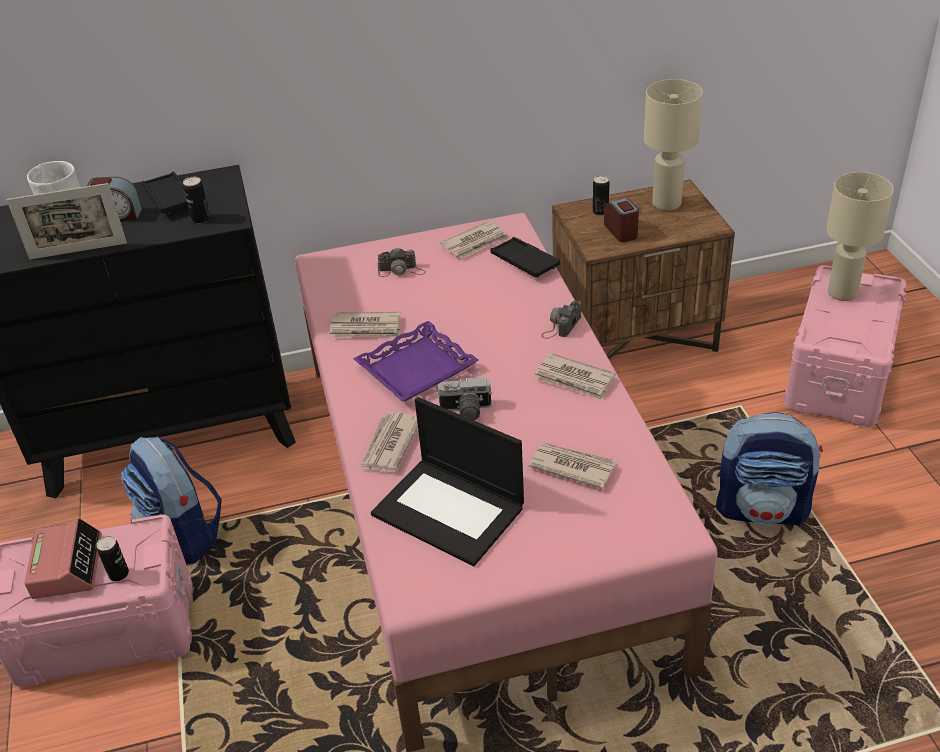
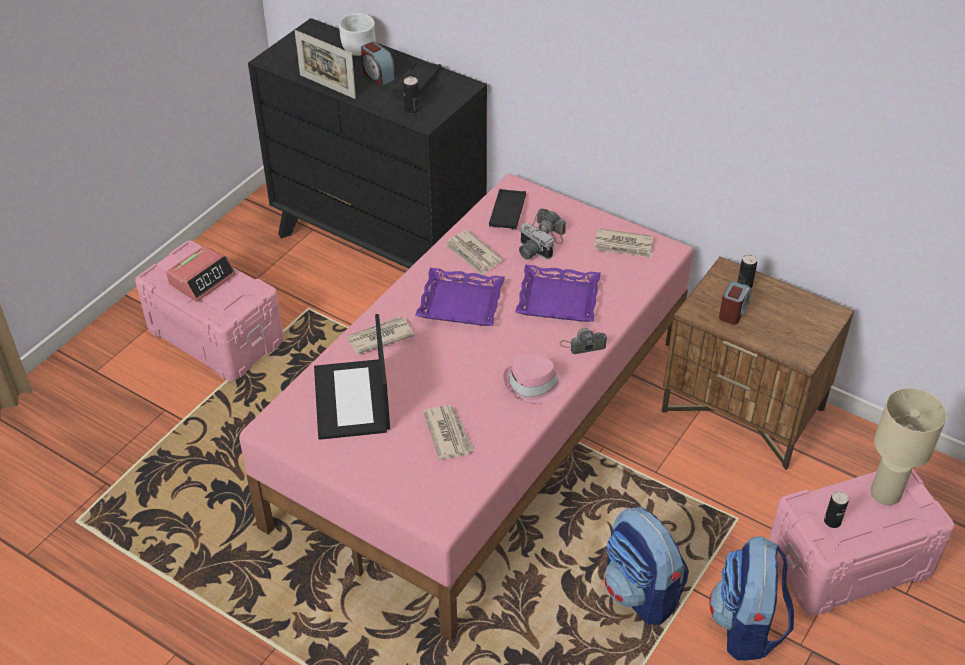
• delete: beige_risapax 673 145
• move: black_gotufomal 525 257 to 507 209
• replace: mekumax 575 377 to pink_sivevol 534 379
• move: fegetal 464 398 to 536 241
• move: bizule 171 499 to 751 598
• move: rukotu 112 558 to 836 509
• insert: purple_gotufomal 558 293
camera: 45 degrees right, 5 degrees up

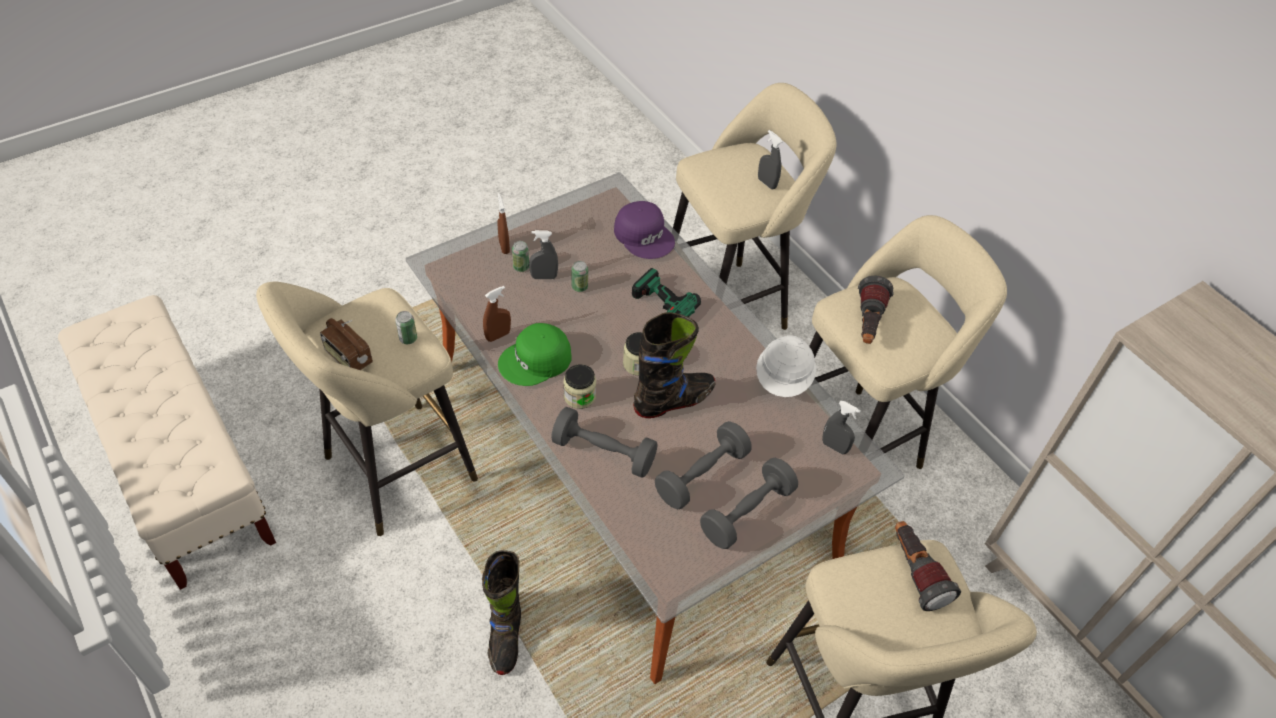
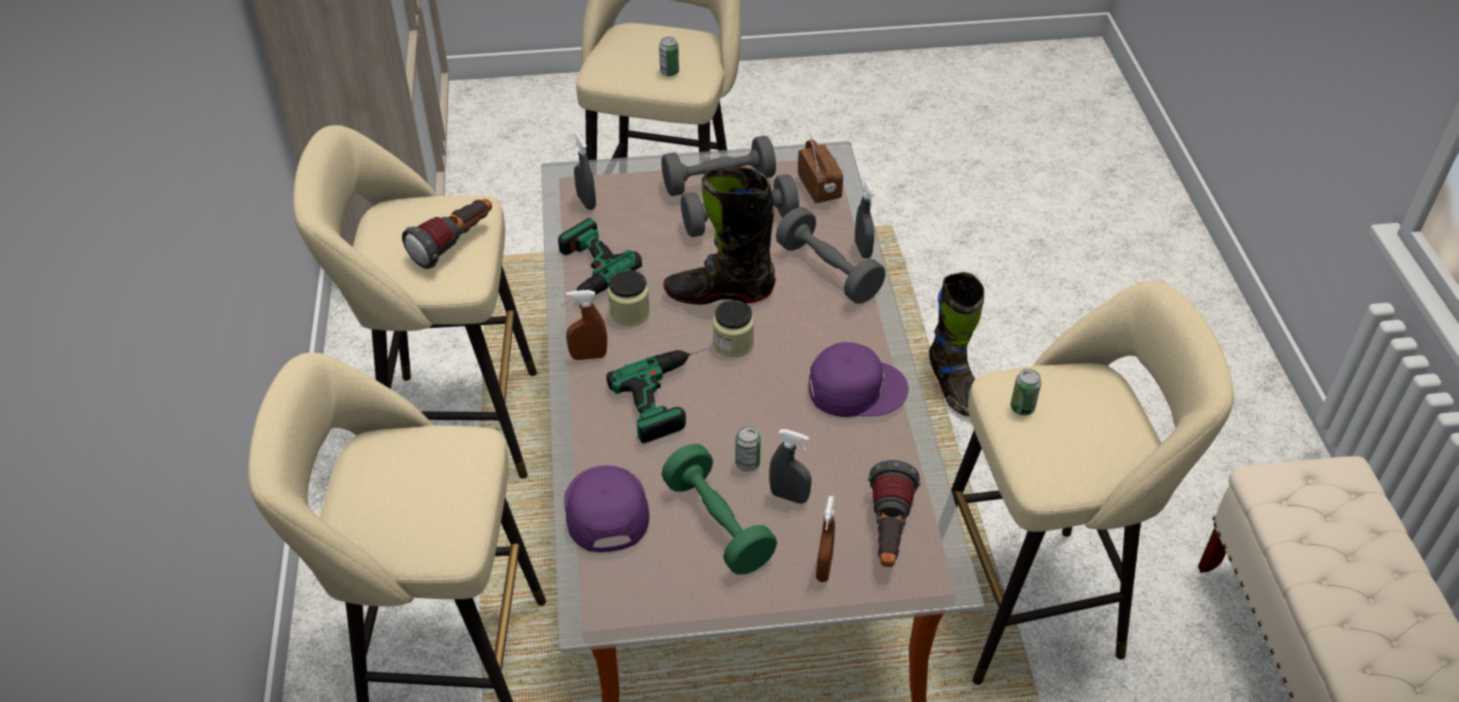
• move: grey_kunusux 770 159 to 865 220
• move: rukotu 520 256 to 669 56
• move: brown_kunusux 497 314 to 586 325
• move: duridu 346 344 to 820 167
• recolor: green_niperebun 535 354 to purple_niperebun 858 379
• replace: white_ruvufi 786 366 to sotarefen 600 262
• move: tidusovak 580 386 to 629 298
• move: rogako 928 566 to 894 513
• rotate: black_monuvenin 501 612 = 956 344 135 degrees clockwise
• insert: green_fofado 719 509
camera: 150 degrees left, 5 degrees down

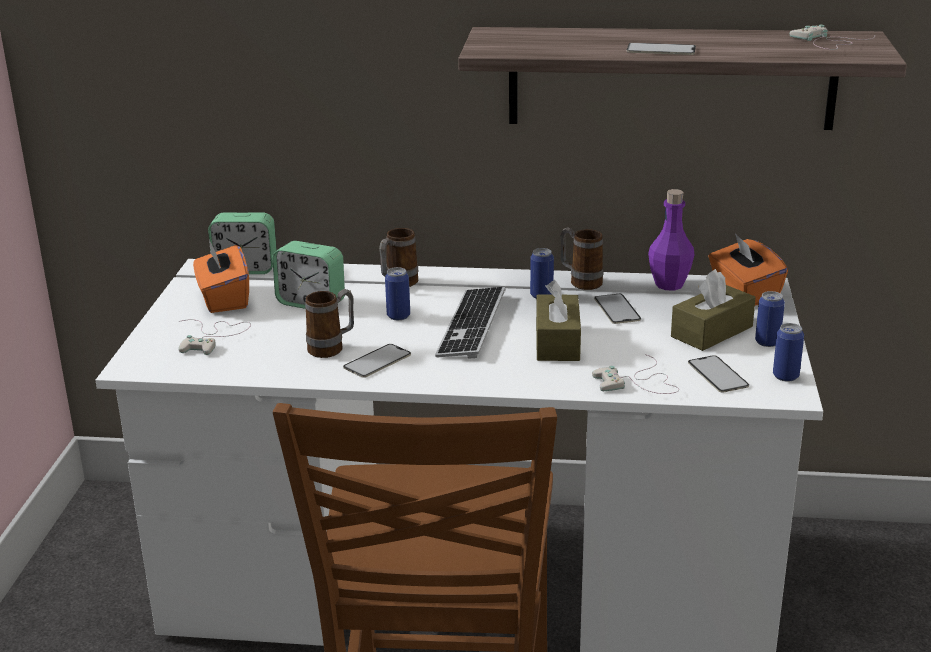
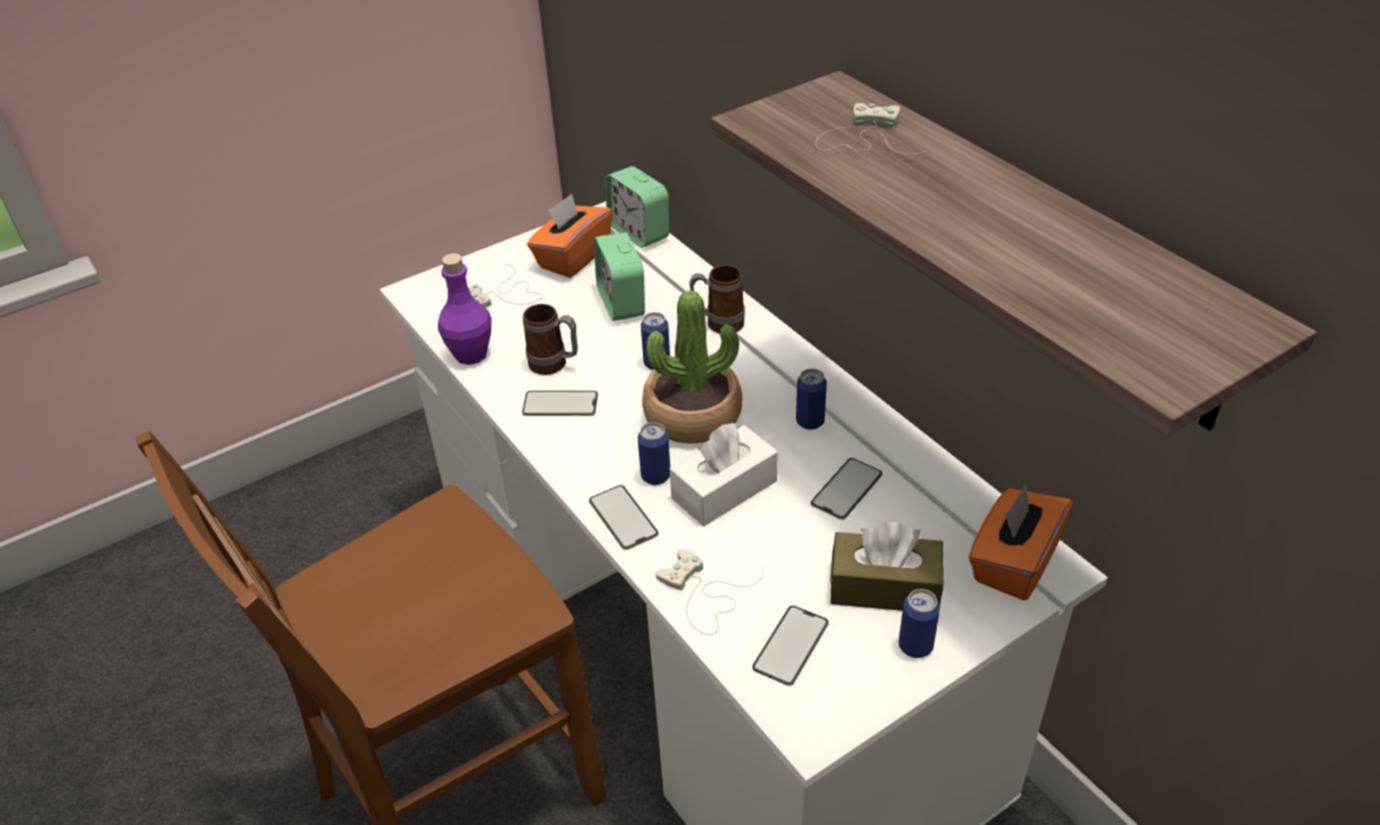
• move: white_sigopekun 832 37 to 871 129
• move: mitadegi 661 49 to 624 517
• move: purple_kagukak 671 239 to 465 309
• delete: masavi 582 259
• recolor: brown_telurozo 558 320 to white_telurozo 724 474
• replace: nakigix 470 323 to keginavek 692 367
• move: rukotu 788 352 to 654 453
camera: 50 degrees right, 15 degrees up

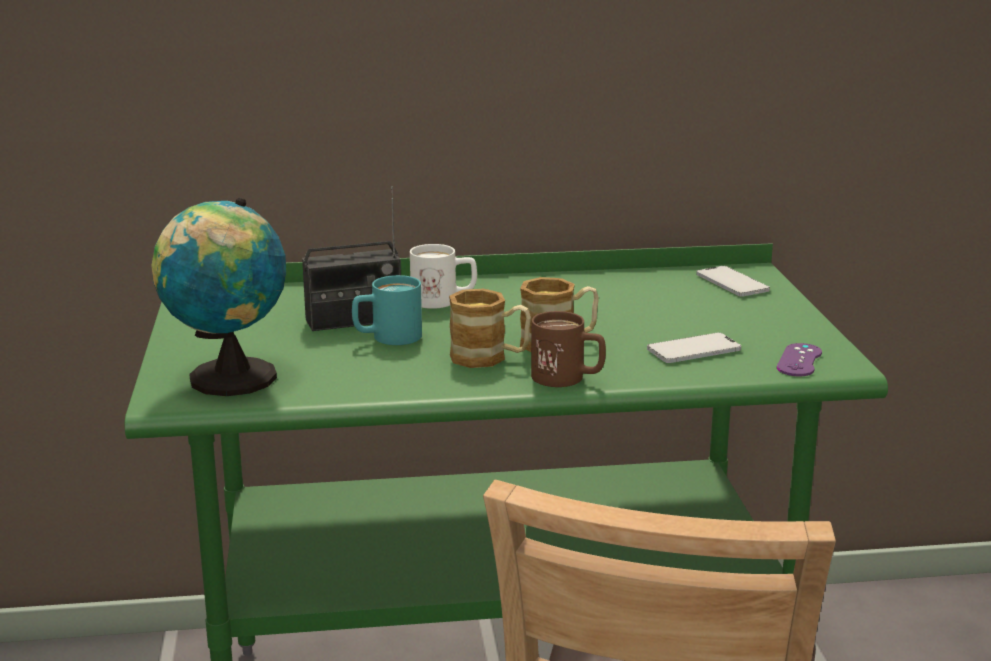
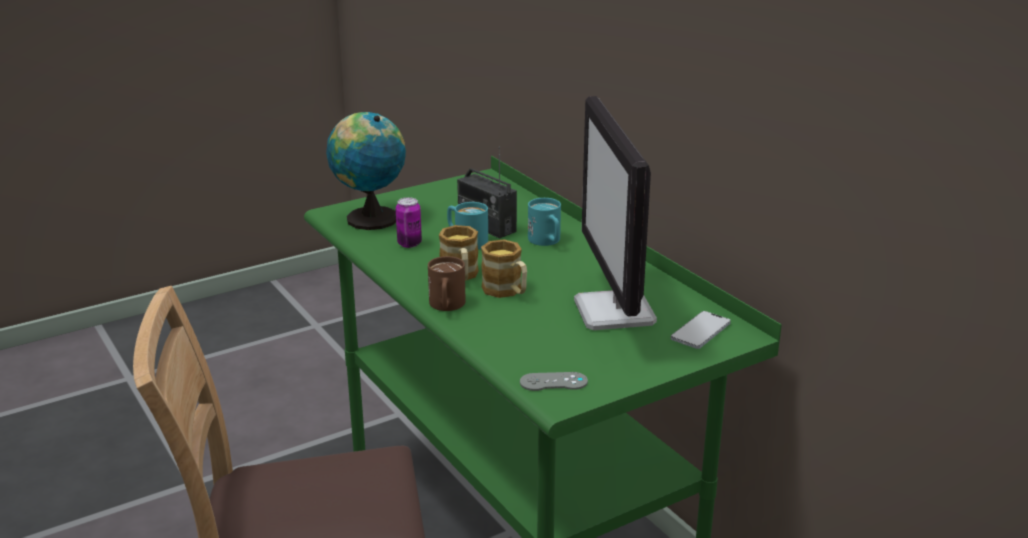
• recolor: white_masavi 443 276 to turquoise_masavi 544 222
• delete: mitadegi 694 348
• recolor: purple_sigopekun 799 359 to grey_sigopekun 554 381
• insert: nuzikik 615 213
• insert: rukotu 409 222
camera: 65 degrees right, 5 degrees up

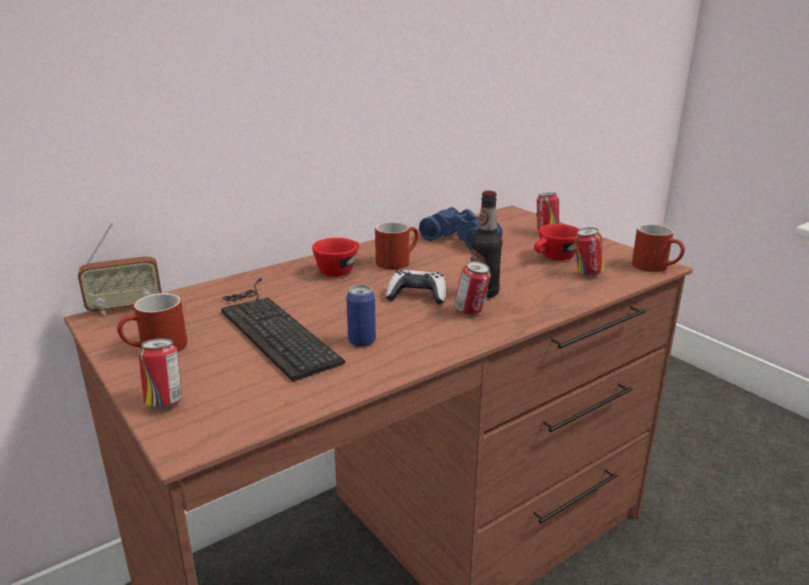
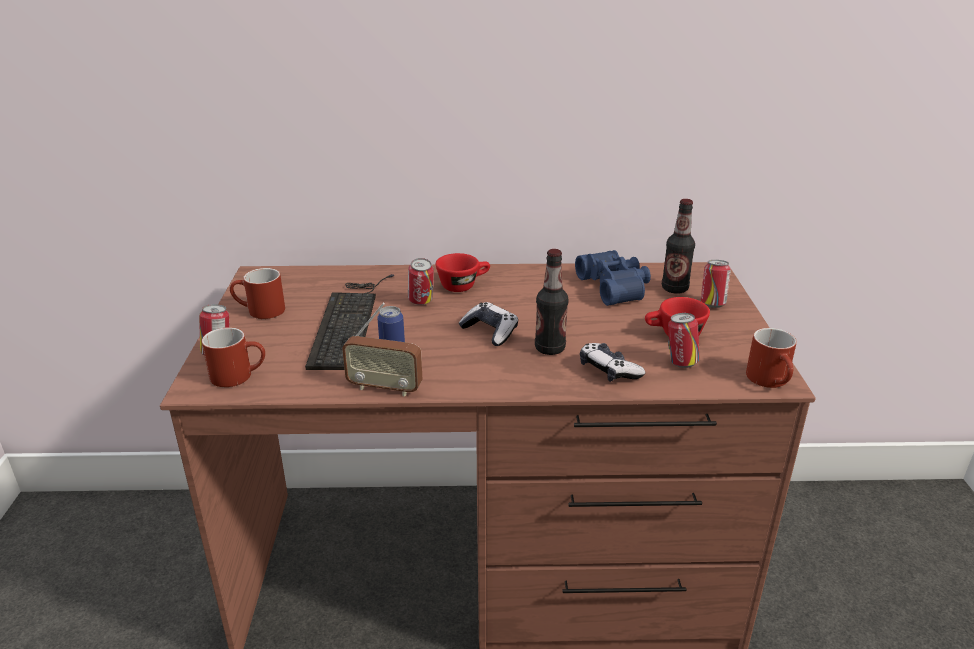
• move: red_masavi 397 245 to 233 357
• move: duridu 120 269 to 382 349
• move: rukotu 472 288 to 421 281
• insert: kagukak 678 246
• insert: sigopekun 612 362
camera: 35 degrees right, 5 degrees up

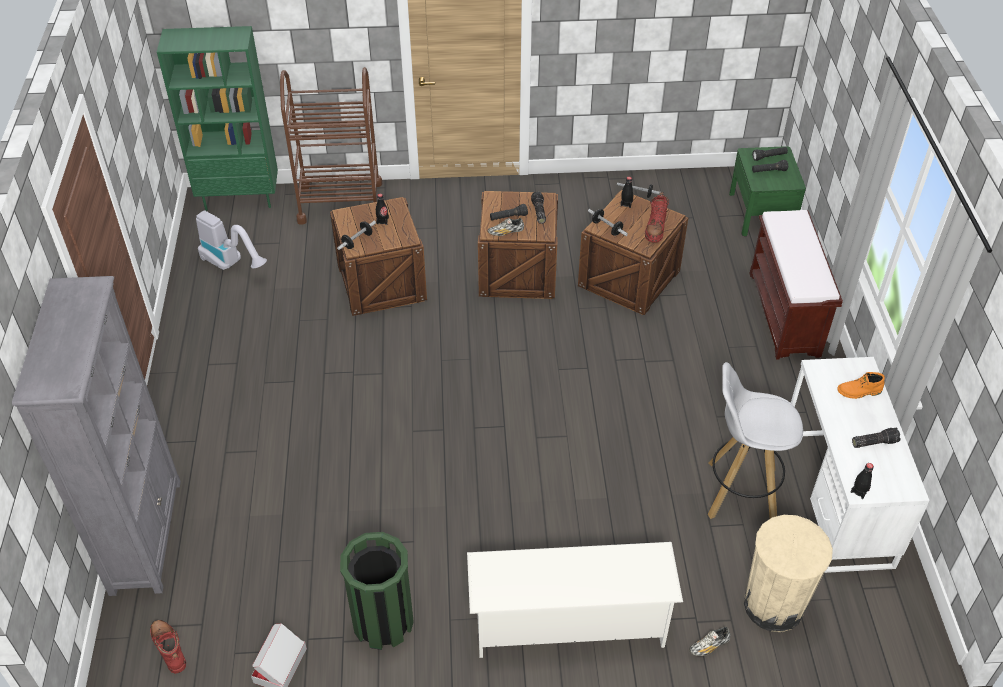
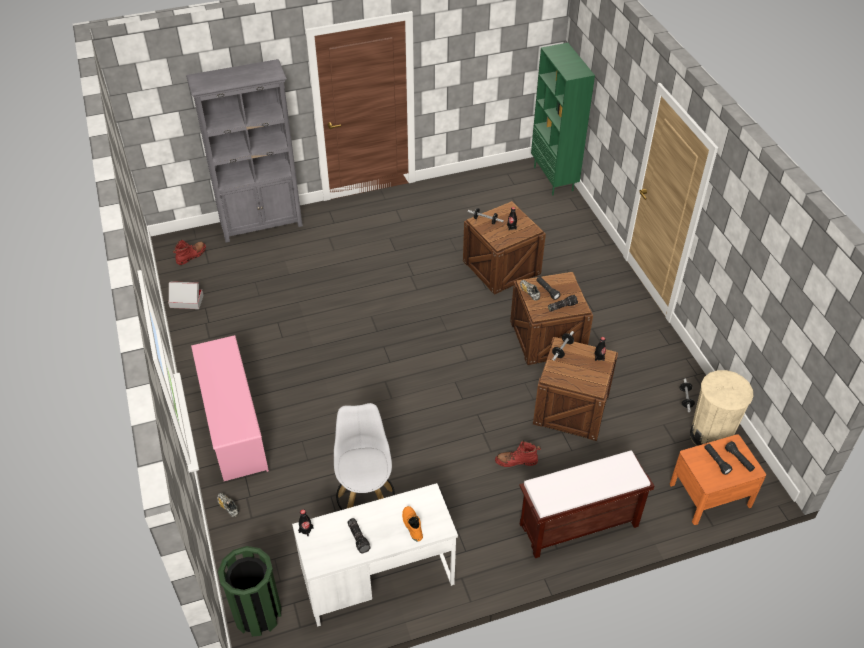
• delete: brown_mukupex 331 146
• recolor: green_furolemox 767 191 to orange_furolemox 718 479
• move: red_monuvenin 657 217 to 518 454
• delete: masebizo 231 240
• move: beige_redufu 788 573 to 722 408
• move: green_redufu 377 591 to 249 591
• recolor: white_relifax 575 600 to pink_relifax 230 408
camera: 75 degrees right, 0 degrees up

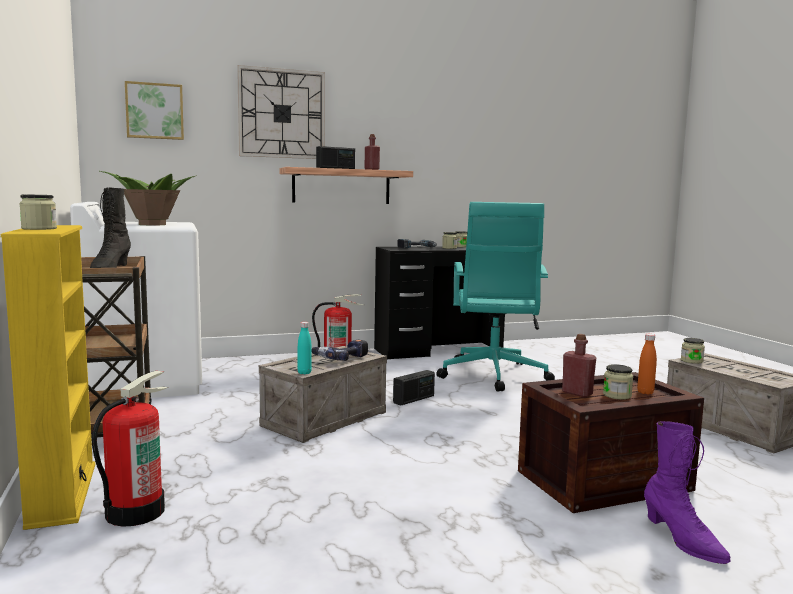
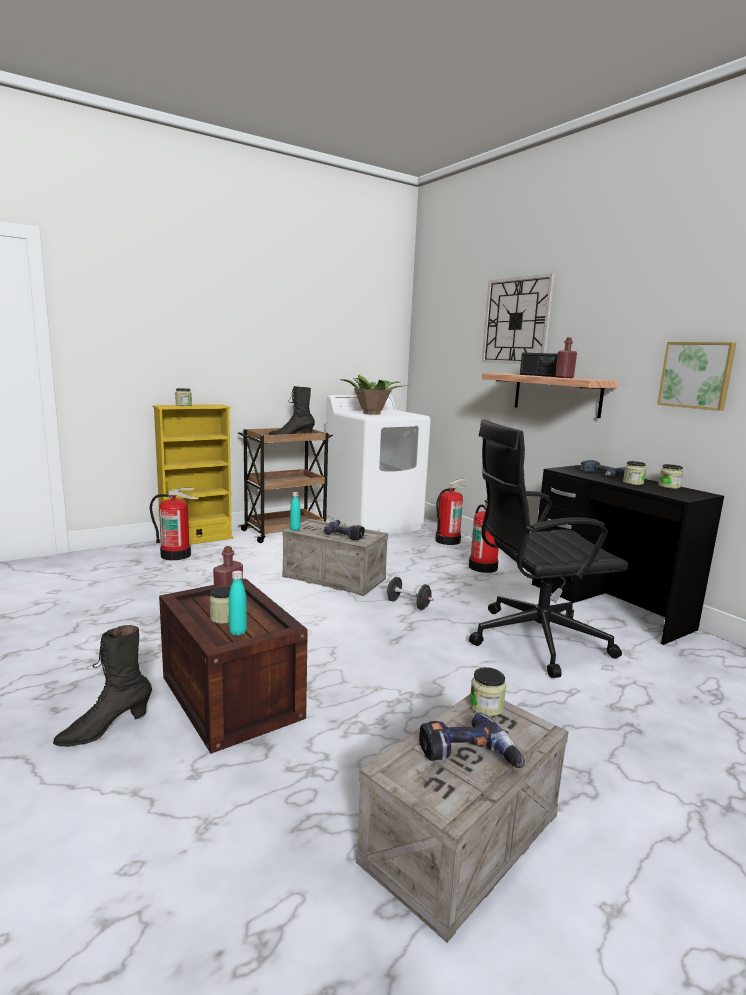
• move: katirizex 154 110 to 696 376
• recolor: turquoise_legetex 495 297 to black_legetex 549 548
• recolor: orange_kagukak 647 364 to turquoise_kagukak 238 603
• replace: duridu 414 388 to black_fofado 410 593
• recolor: purple_monuvenin 687 492 to black_monuvenin 102 686
• insert: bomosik 450 512
• insert: sotarefen 472 740
camera: 75 degrees right, 5 degrees up

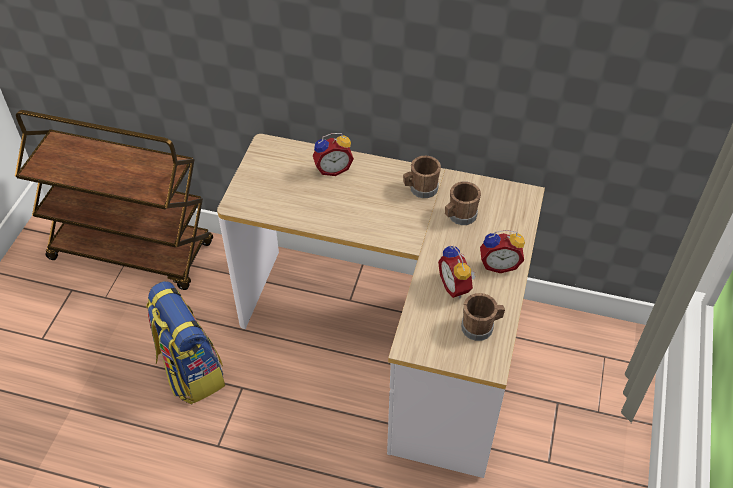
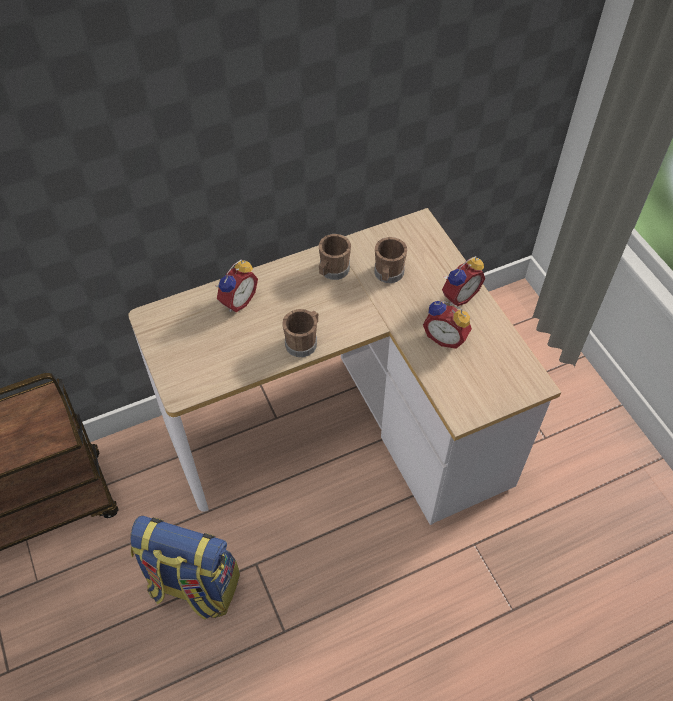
• move: brown_masavi 483 317 to 300 333
camera: 40 degrees left, 5 degrees up

